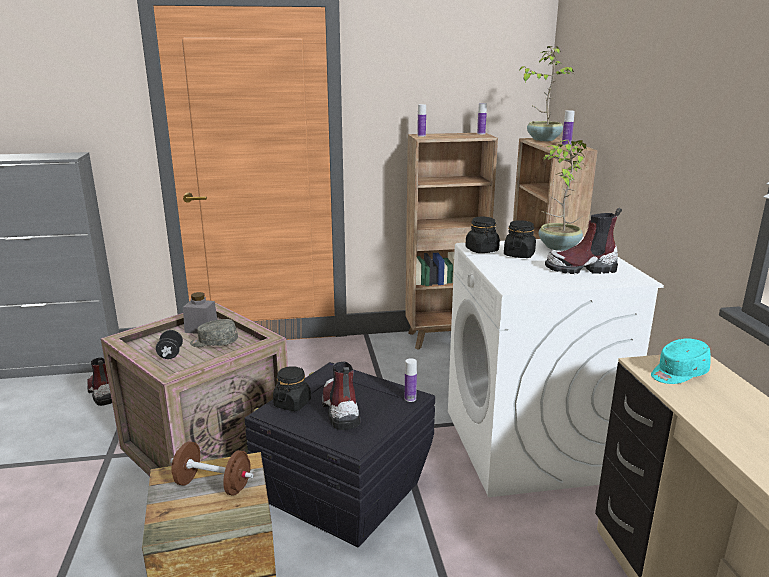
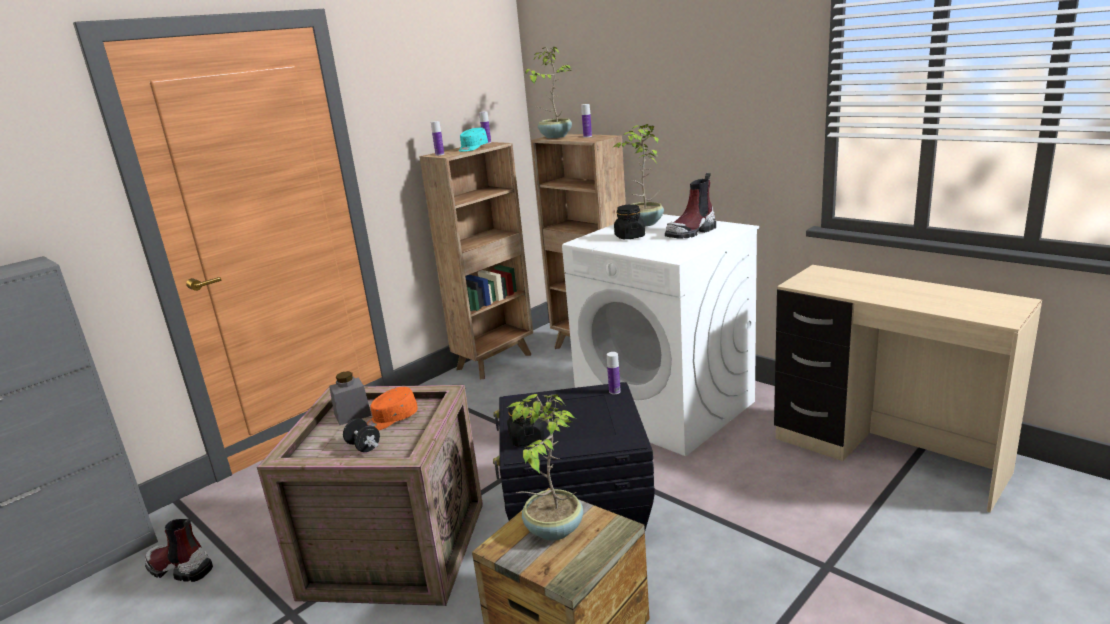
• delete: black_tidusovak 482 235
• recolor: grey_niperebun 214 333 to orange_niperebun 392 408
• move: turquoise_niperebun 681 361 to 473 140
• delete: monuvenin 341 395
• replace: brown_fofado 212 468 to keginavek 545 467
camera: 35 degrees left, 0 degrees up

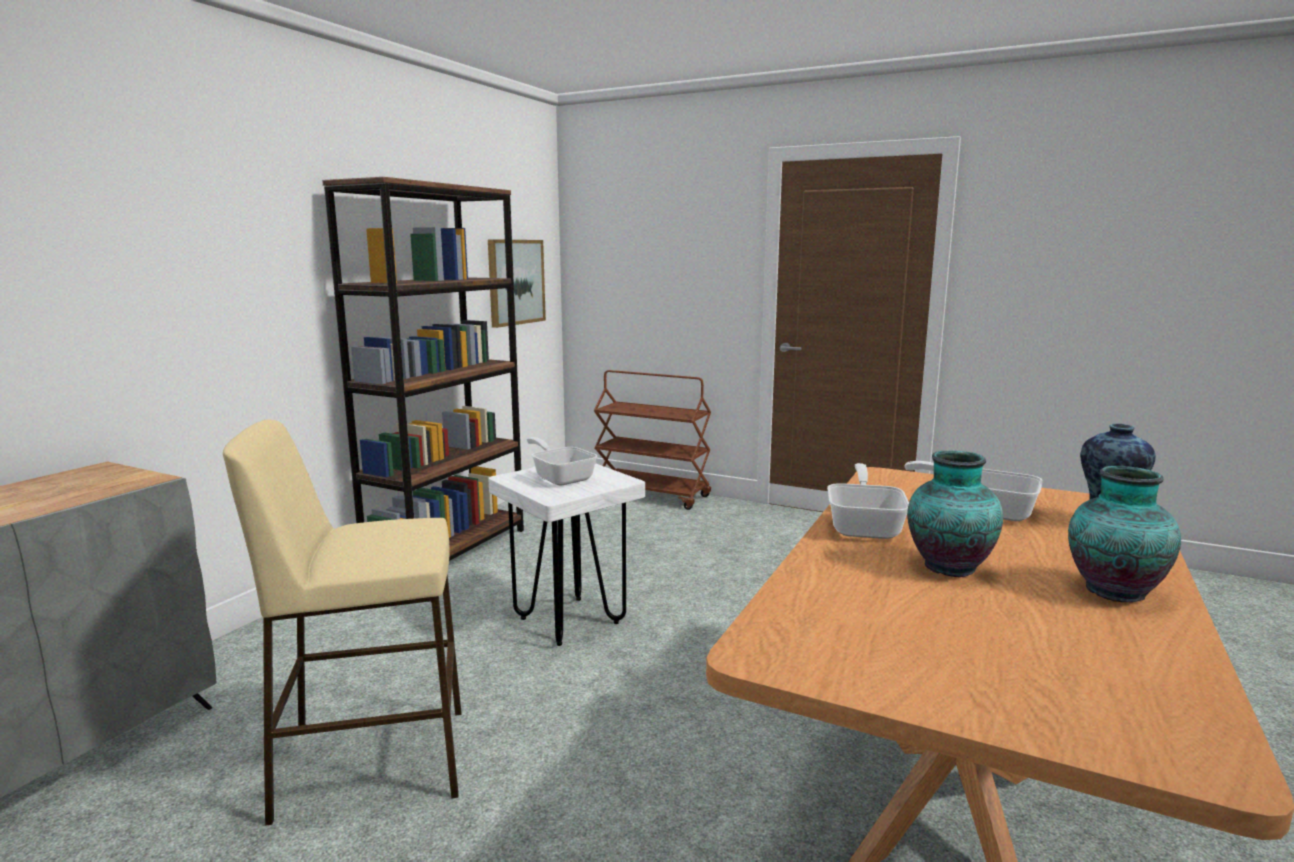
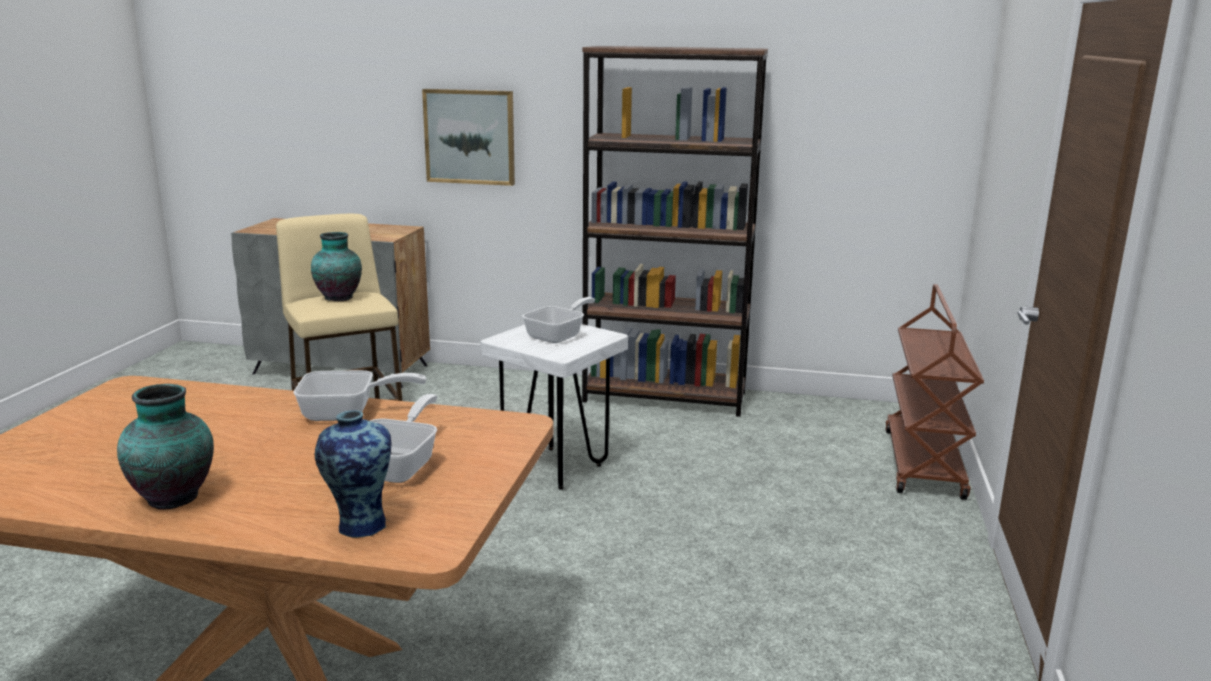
• move: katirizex 517 283 to 468 137
• move: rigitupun 955 514 to 336 266
camera: 75 degrees right, 5 degrees up

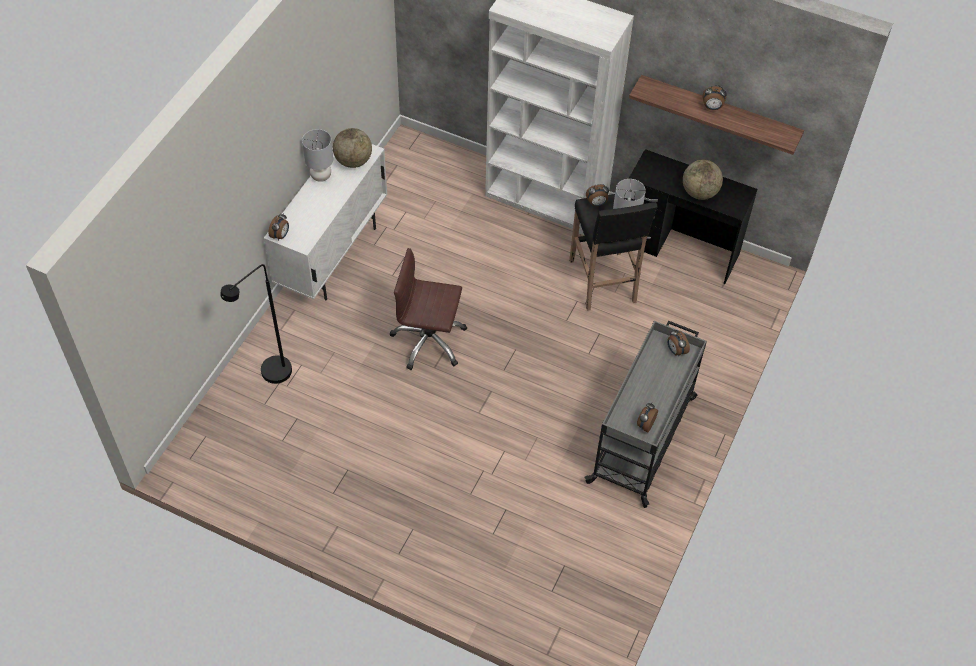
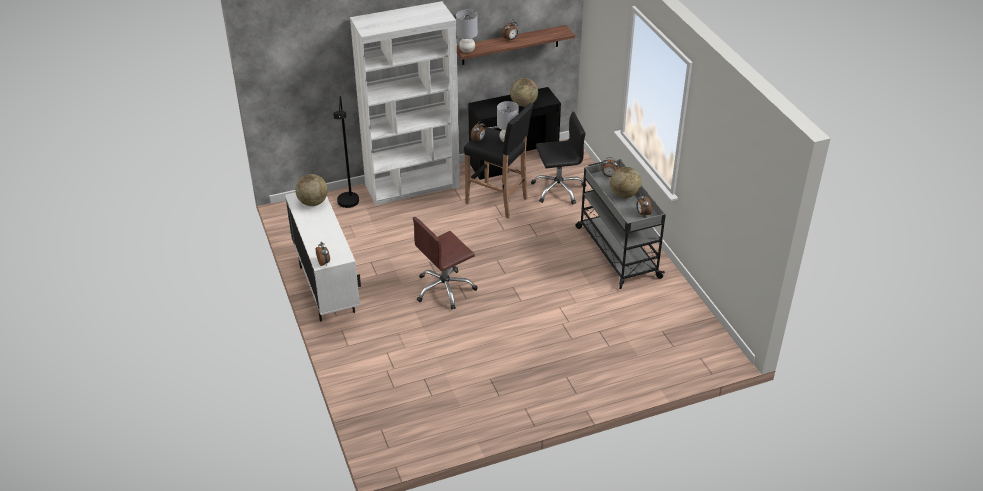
• move: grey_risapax 317 155 to 467 31
• move: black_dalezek 256 324 to 346 152
• insert: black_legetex 558 158
• insert: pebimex 625 182
camera: 45 degrees left, 15 degrees down

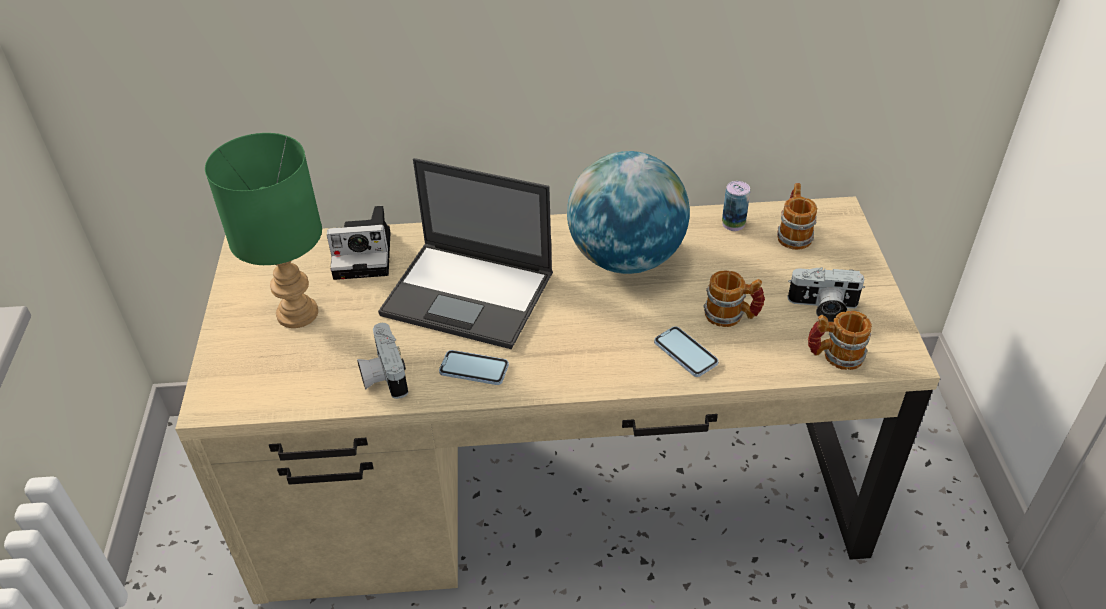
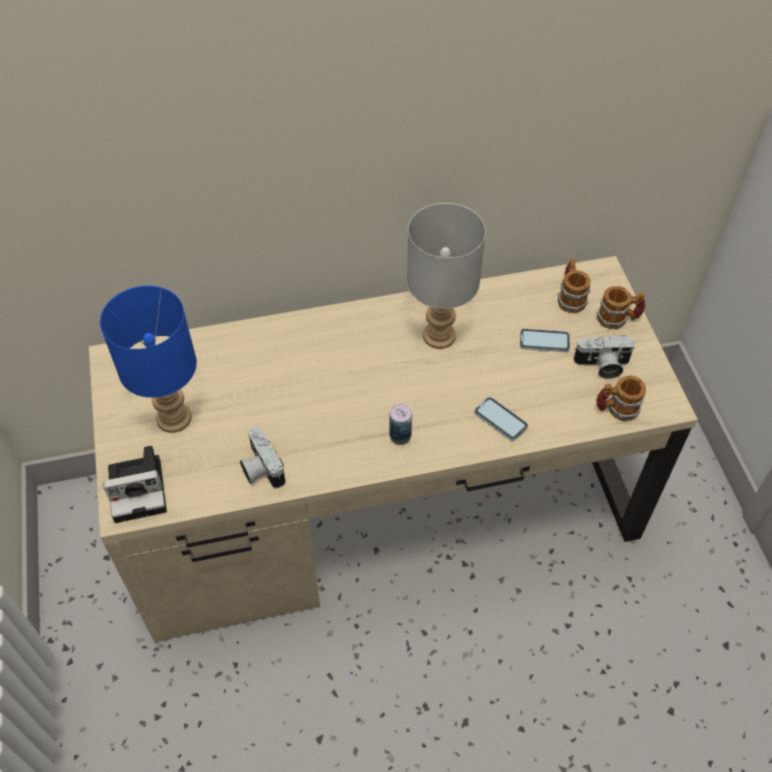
• recolor: green_risapax 263 230 to blue_risapax 148 359
• replace: pebimex 628 212 to grey_risapax 446 276
• delete: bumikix 465 253
• move: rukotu 736 206 to 400 424
• move: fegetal 359 243 to 135 484
• move: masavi 734 299 to 620 307
• move: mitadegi 474 367 to 545 340
camera: 10 degrees left, 10 degrees up

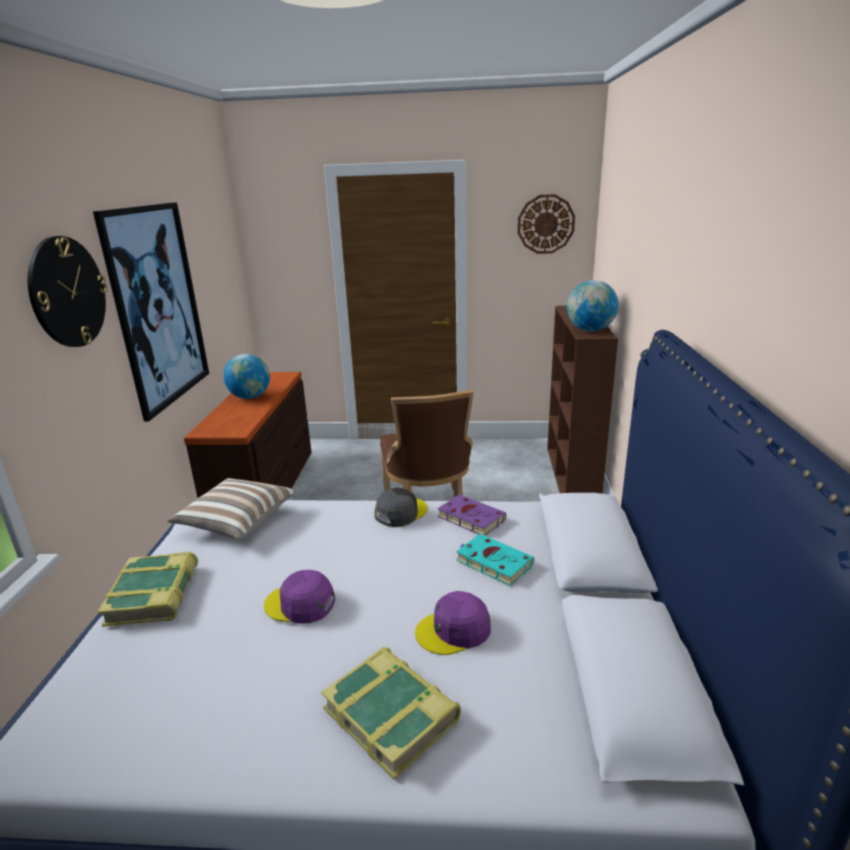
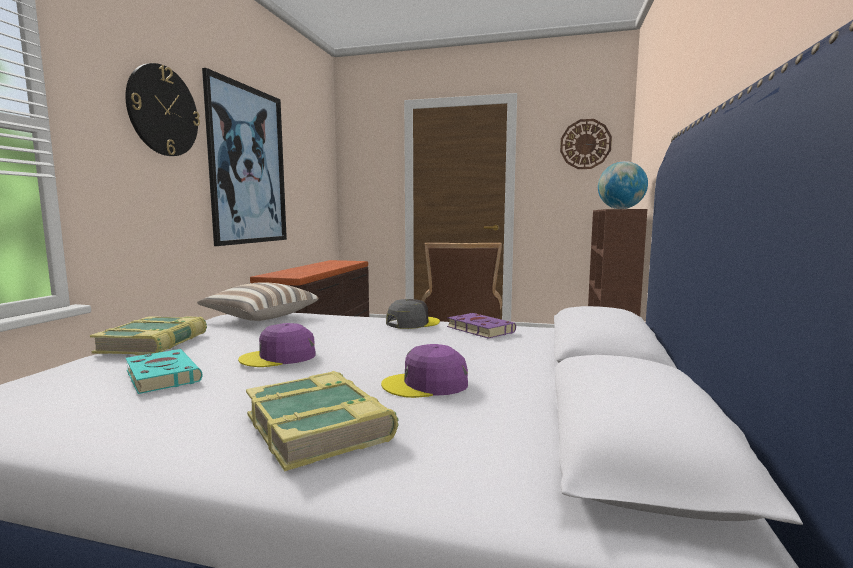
• delete: pebimex 246 376
• move: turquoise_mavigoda 495 560 to 164 371
• rotate: purple_niperebun 299 597 = 277 345 45 degrees counterclockwise
camera: 10 degrees right, 15 degrees down

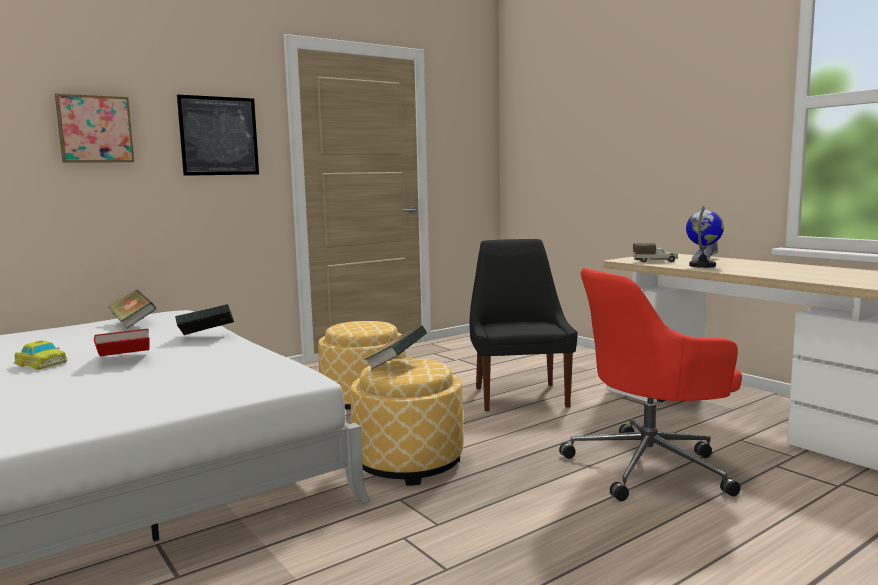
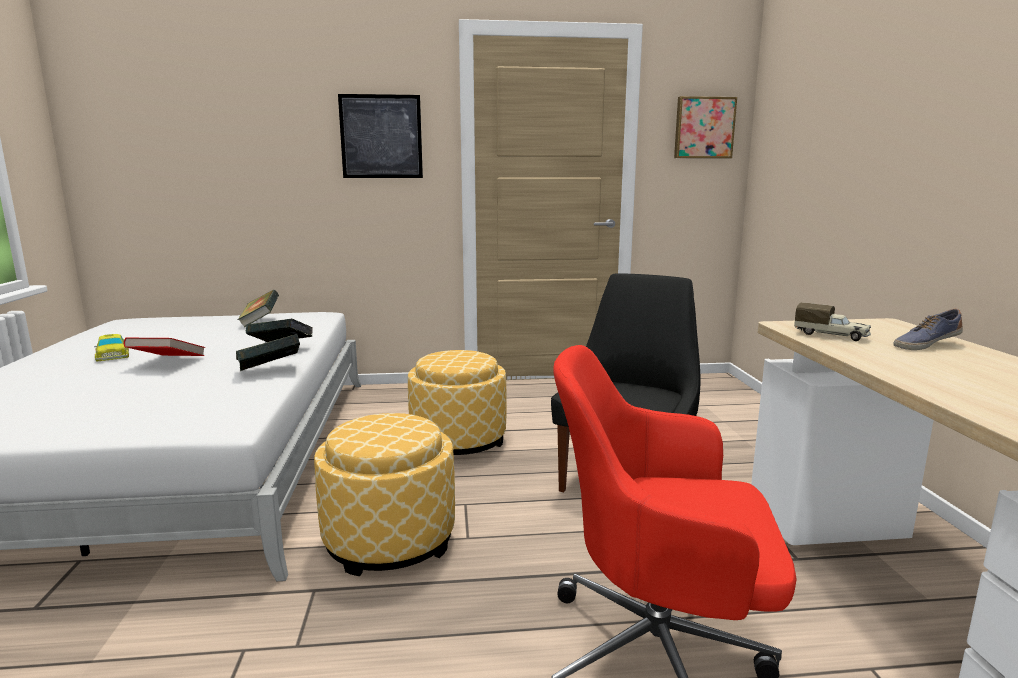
• move: katirizex 94 128 to 705 127
• delete: pebimex 705 237
• move: mavigoda 395 347 to 268 352
camera: 30 degrees right, 5 degrees up

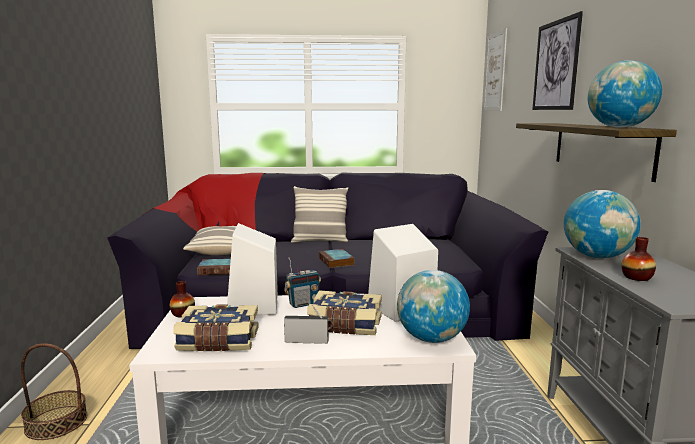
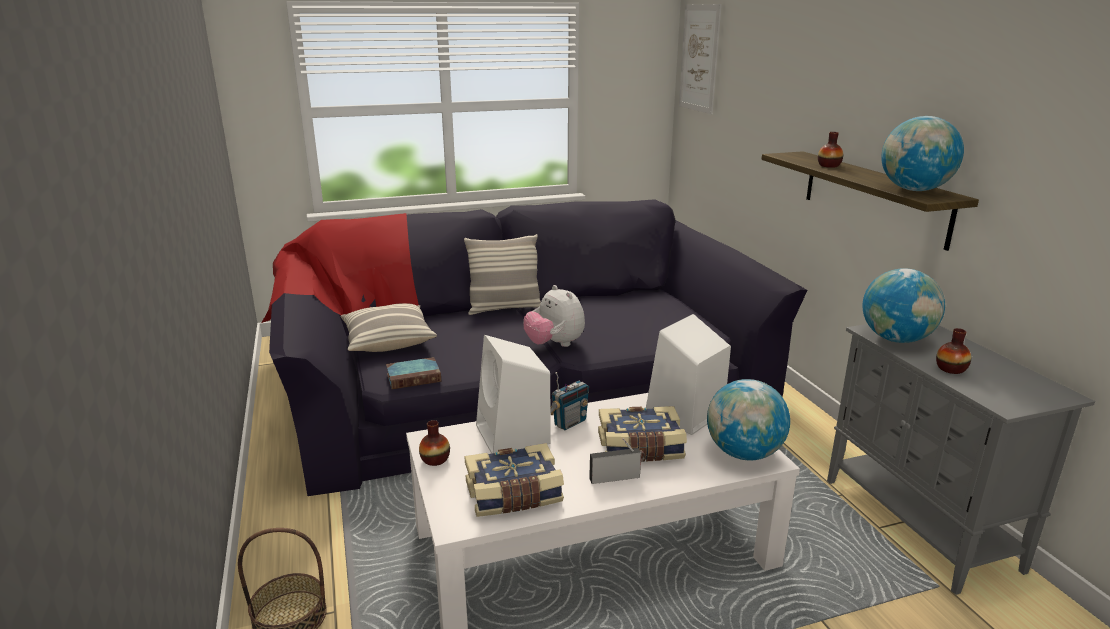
• delete: katirizex 557 60
• replace: mavigoda 336 258 to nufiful 554 316
• insert: rigitupun 830 150
camera: 15 degrees left, 10 degrees up

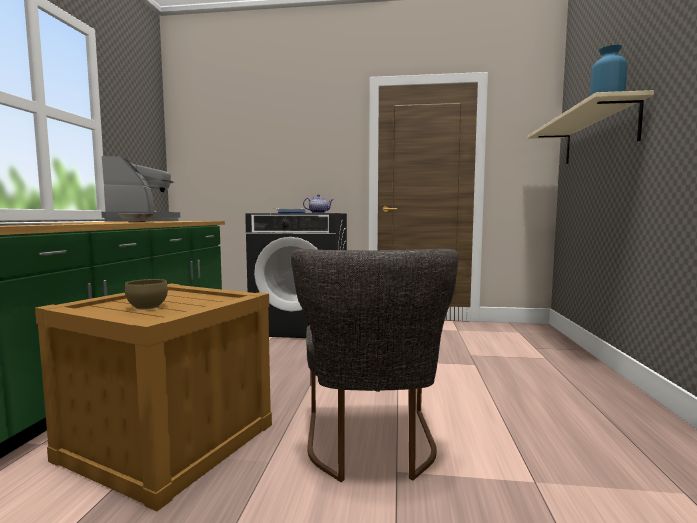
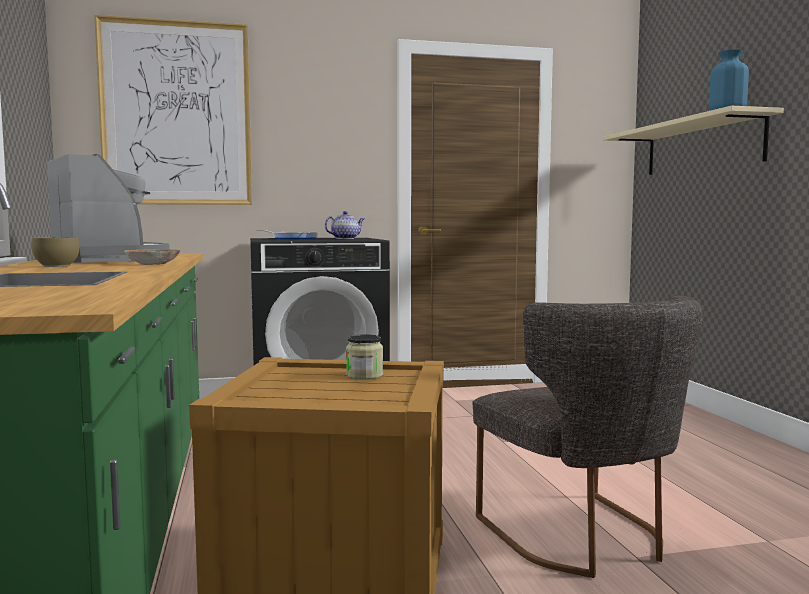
• move: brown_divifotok 146 294 to 55 252
• insert: katirizex 173 110
• insert: tidusovak 364 357
camera: 20 degrees left, 0 degrees up

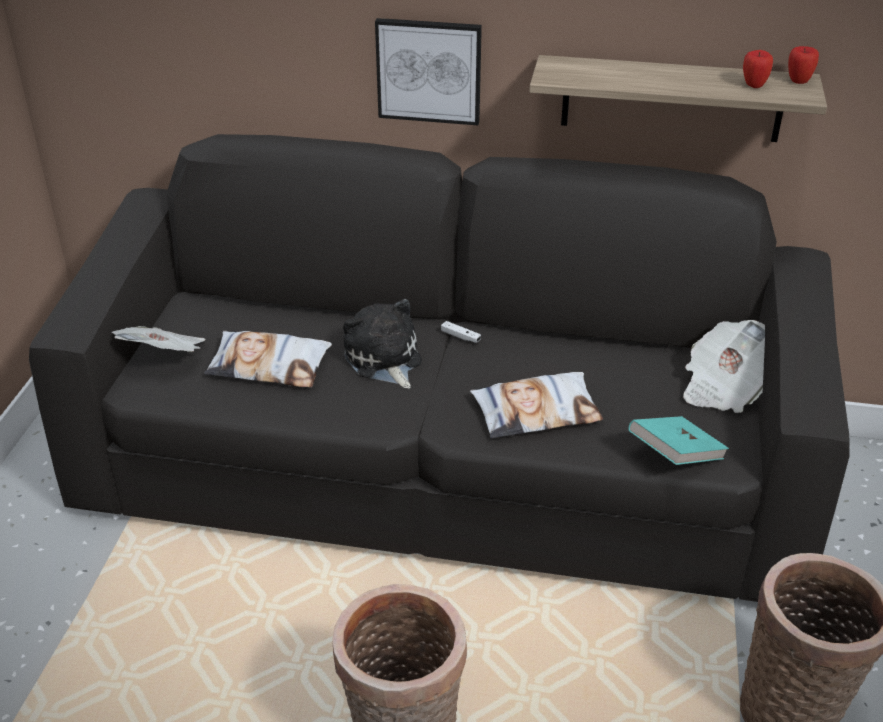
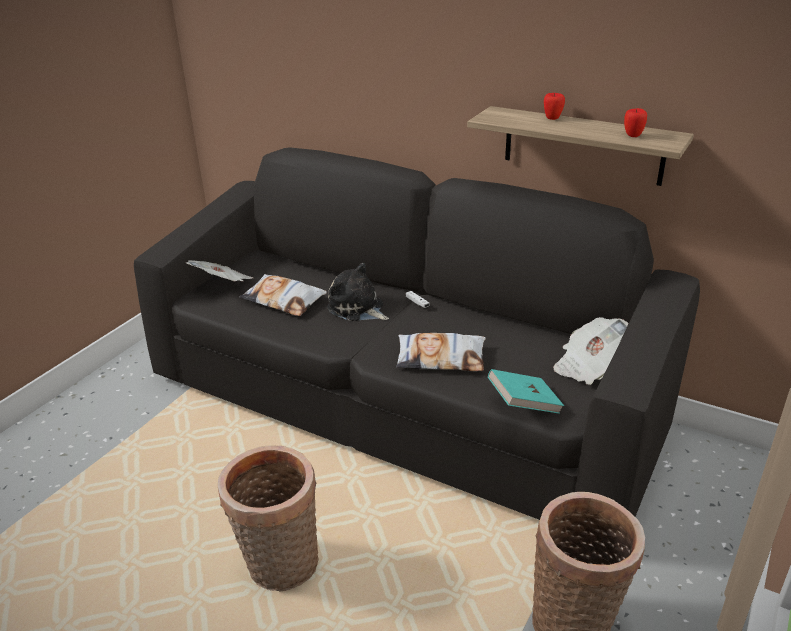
• delete: katirizex 428 71
• move: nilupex 803 65 to 554 106
• rotate: nufiful 382 344 = 358 292 45 degrees counterclockwise
camera: 20 degrees right, 5 degrees down

